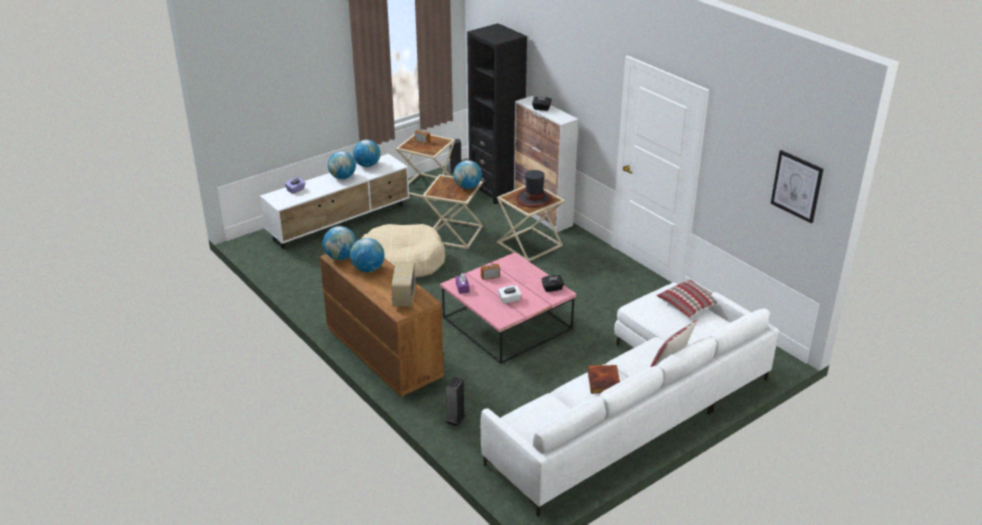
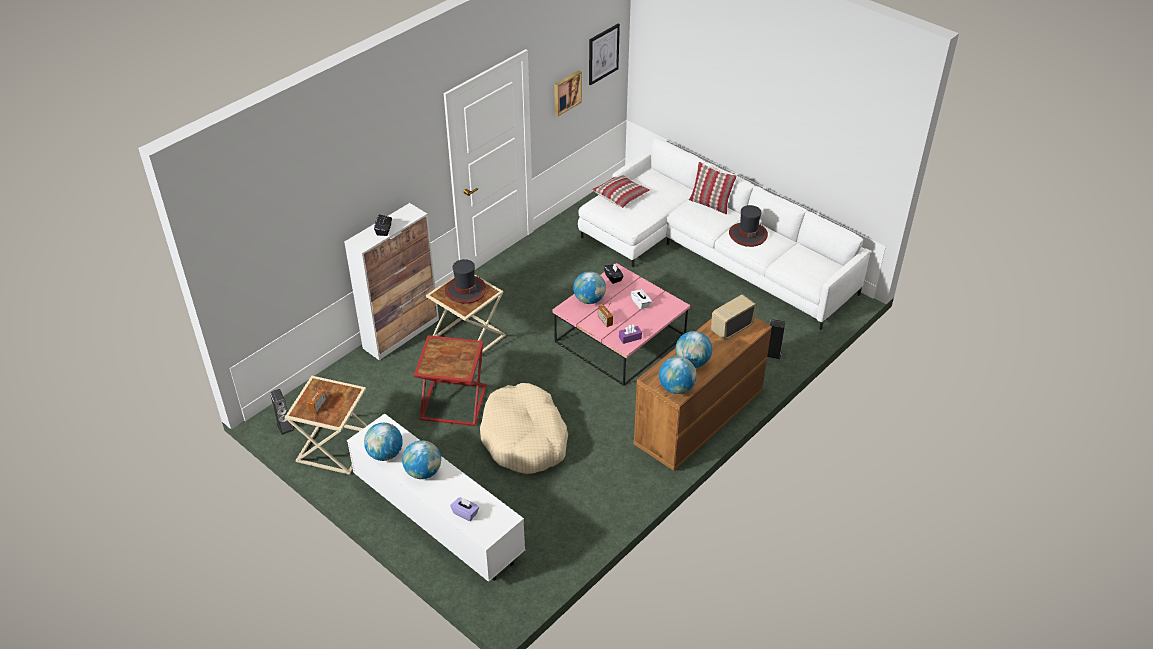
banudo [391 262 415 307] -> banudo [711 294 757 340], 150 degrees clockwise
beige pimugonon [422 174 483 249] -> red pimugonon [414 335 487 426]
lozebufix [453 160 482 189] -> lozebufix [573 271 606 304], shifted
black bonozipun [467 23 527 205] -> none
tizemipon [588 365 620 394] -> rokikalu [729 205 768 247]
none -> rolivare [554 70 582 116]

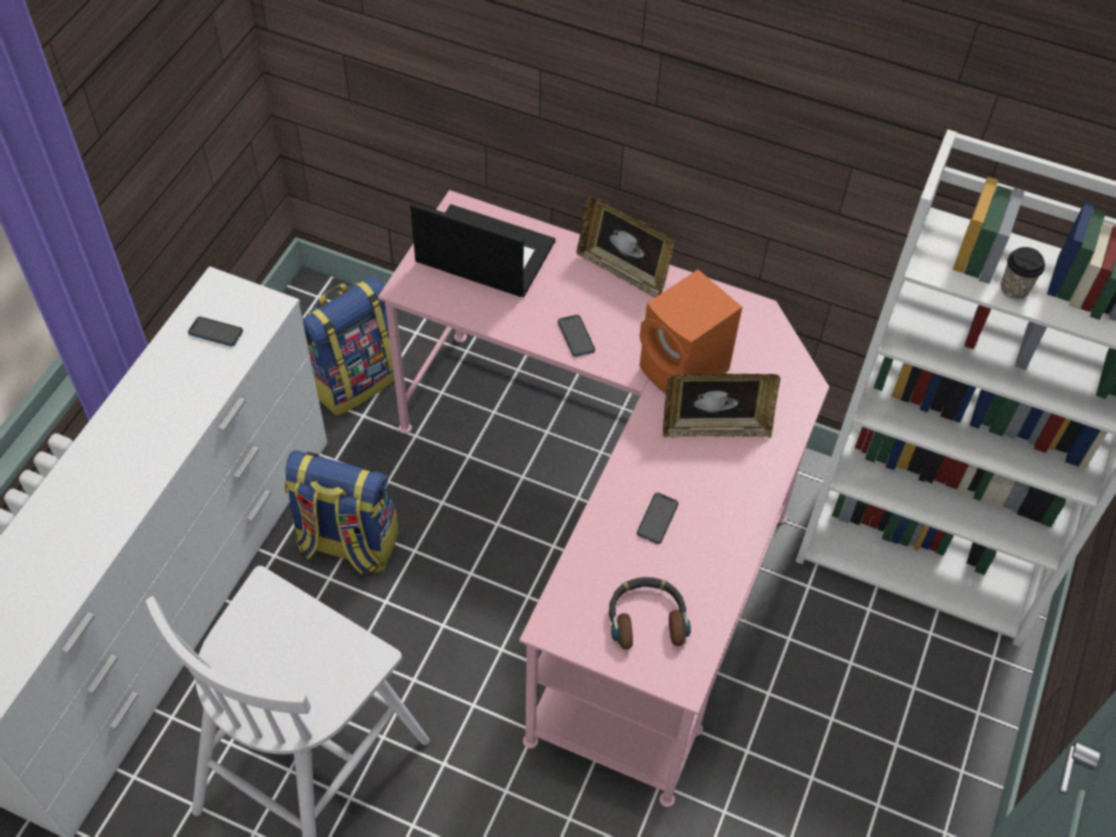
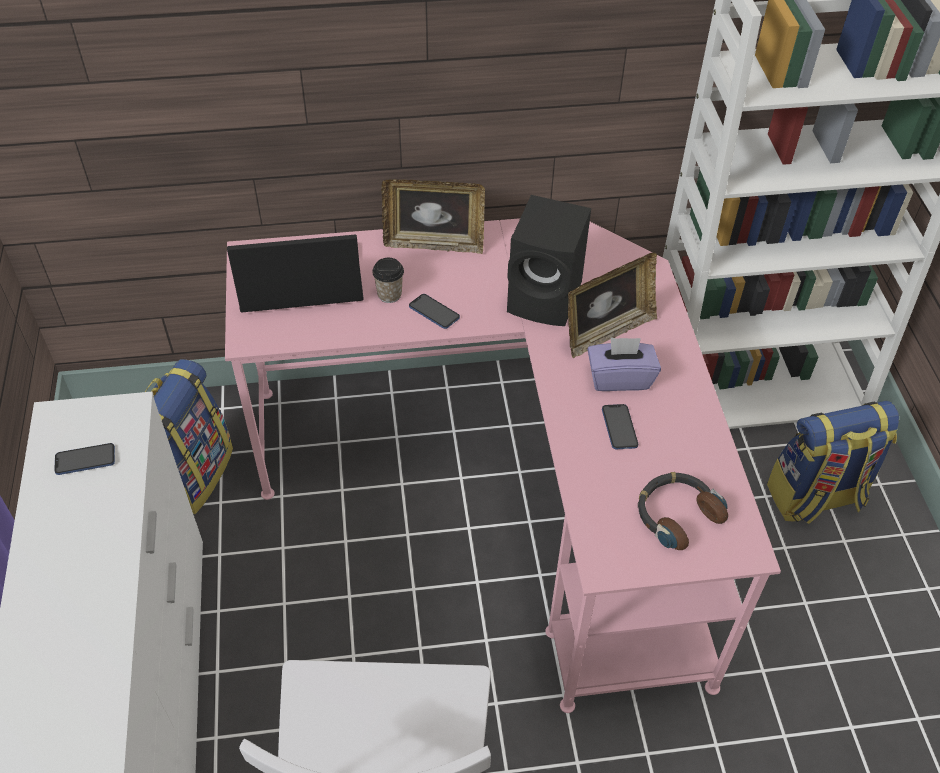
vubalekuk [284 450 398 574] -> vubalekuk [767 401 899 524], shifted
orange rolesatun [639 270 742 394] -> black rolesatun [507 195 591 326]
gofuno [1001 247 1045 300] -> gofuno [372 258 404 303], shifted
none -> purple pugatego [587 337 661 391]

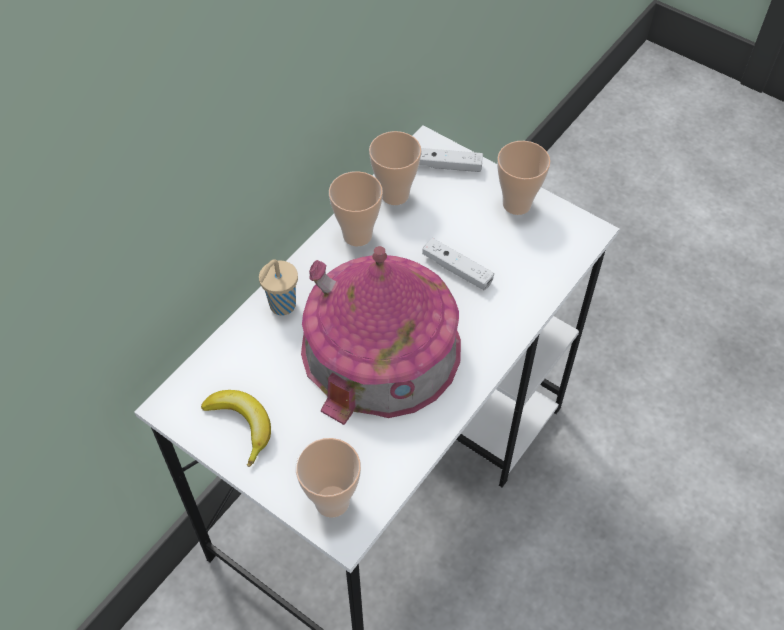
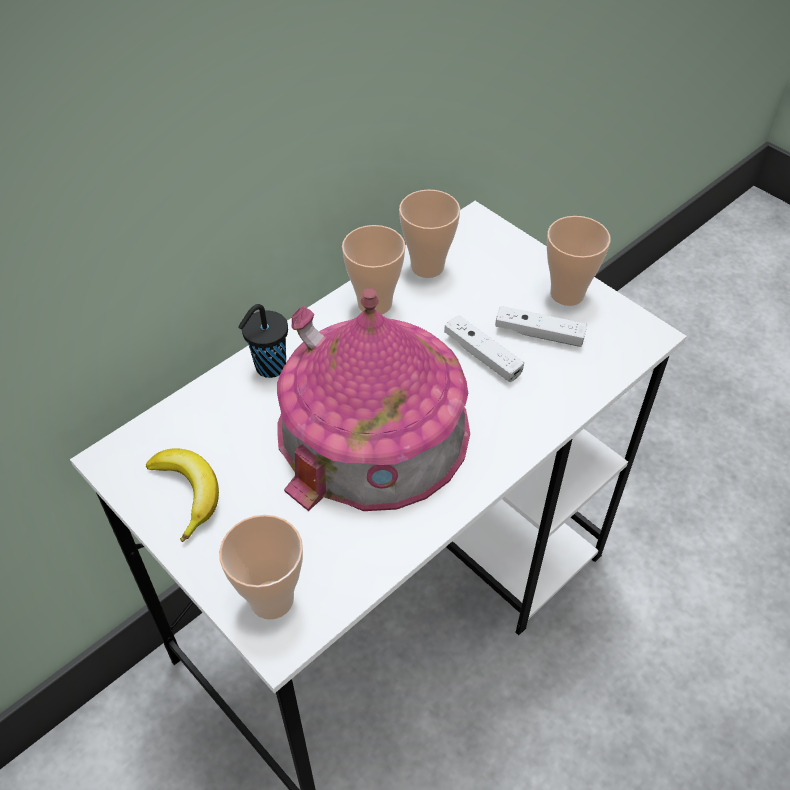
beige gofuno [259 259 298 315] -> black gofuno [238 304 288 378]
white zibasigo [419 148 483 172] -> white zibasigo [495 306 587 347], shifted

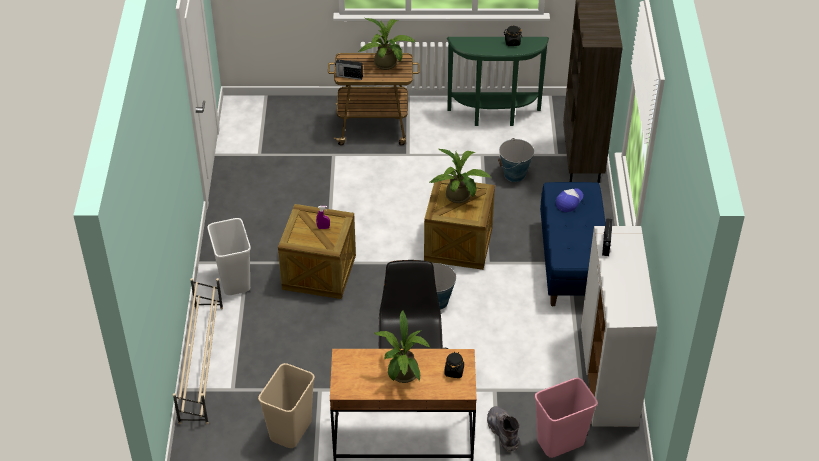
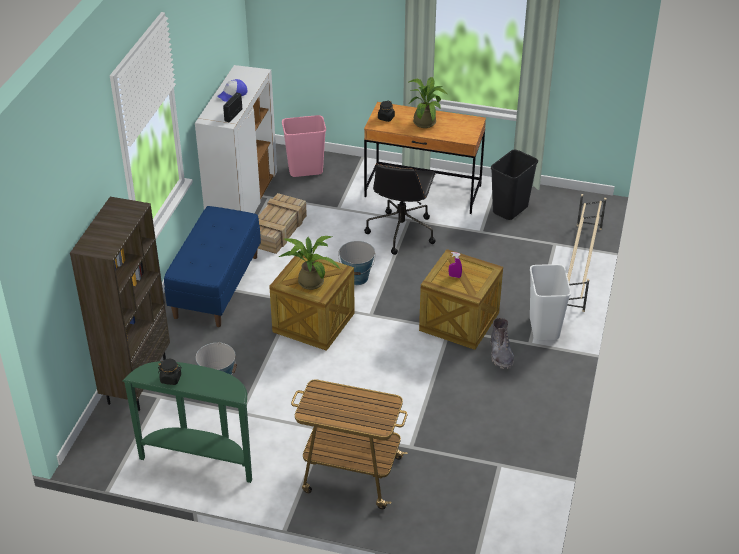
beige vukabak [258 363 315 448] -> black vukabak [491 150 538 220]
banudo [335 59 363 80] -> none
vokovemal [359 18 416 70] -> none
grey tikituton [487 406 519 452] -> grey tikituton [490 318 514 369], shifted
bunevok [556 188 583 212] -> bunevok [217 79 247 102], shifted
none -> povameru [258 193 307 254]

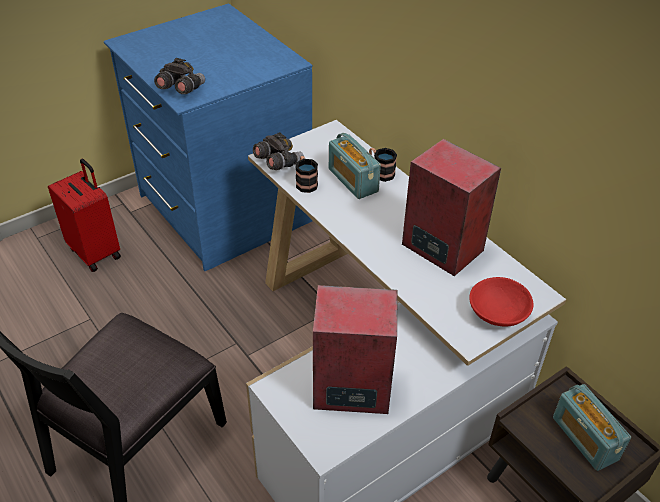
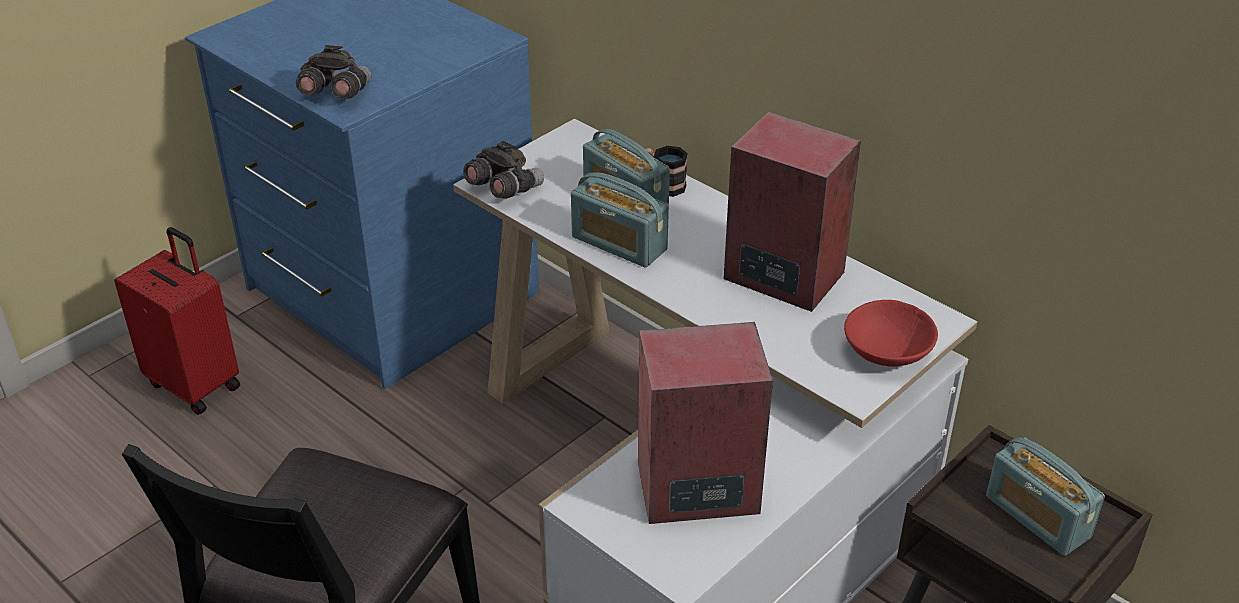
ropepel [295 156 318 193] -> none
none -> banudo [571 173 669 268]

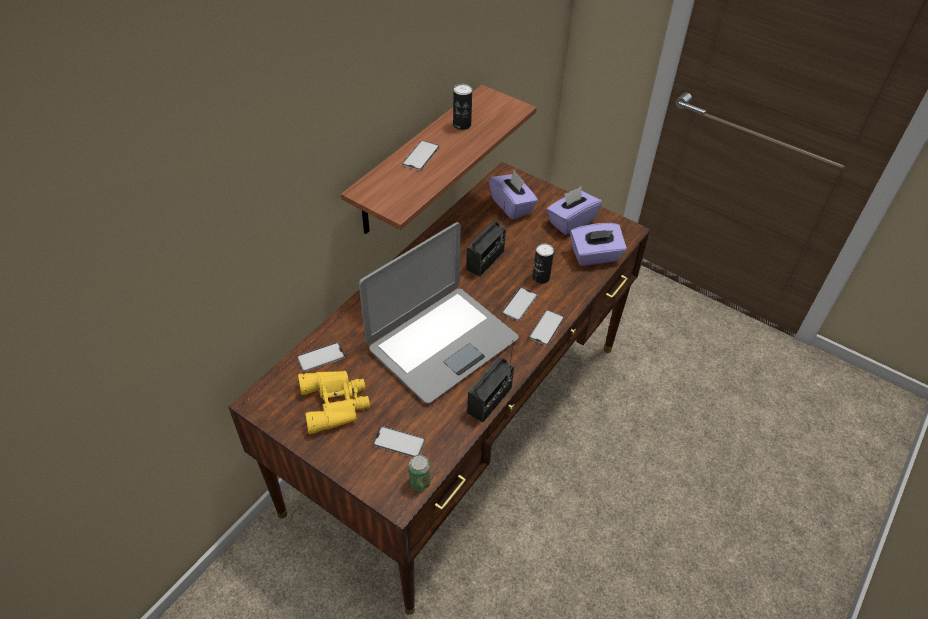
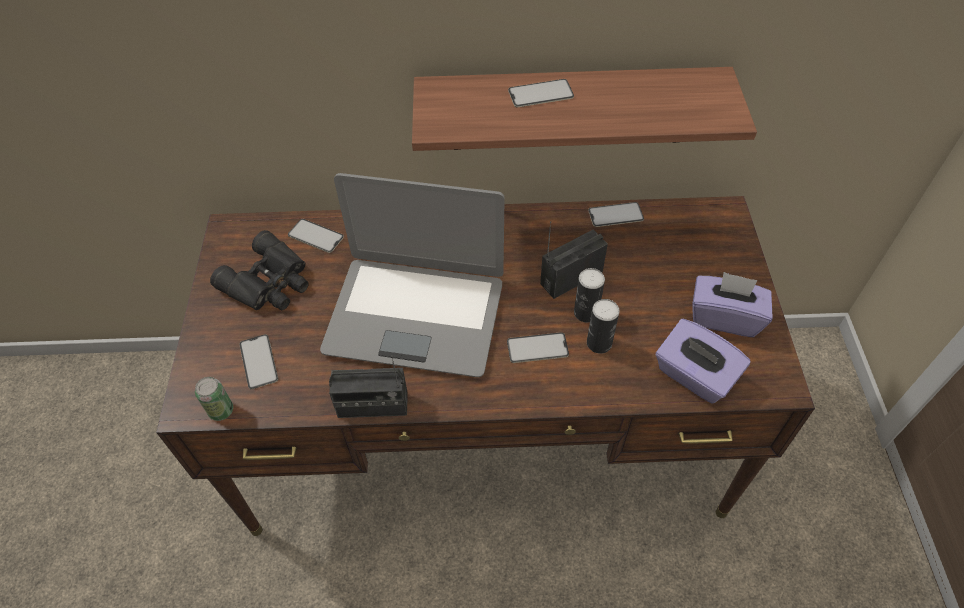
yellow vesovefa [298 371 370 434] -> black vesovefa [210 230 309 310]
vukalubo [453 84 472 130] -> vukalubo [574 268 605 322], shifted
banudo [466 202 506 277] -> banudo [540 221 608 299], 150 degrees clockwise
purple pugatego [489 170 538 220] -> none
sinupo [529 310 564 346] -> sinupo [588 202 644 227], shifted

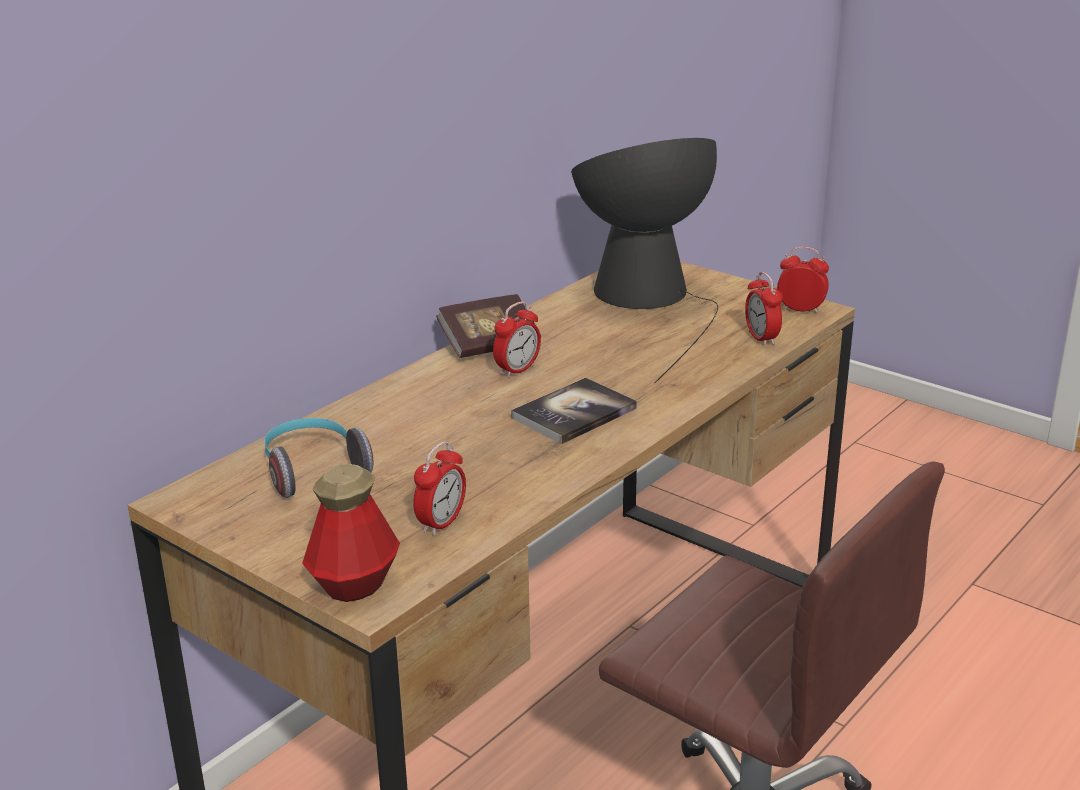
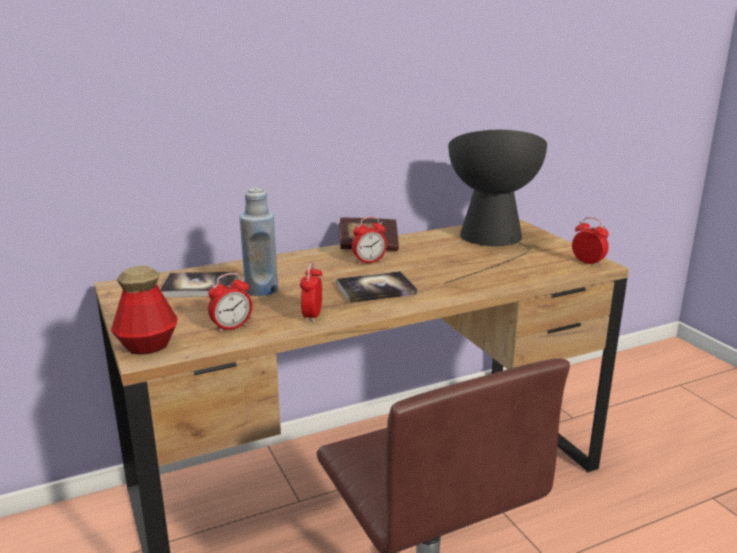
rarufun [264 418 373 498] -> tizemipon [160 272 237 297]
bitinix [745 272 782 346] -> bitinix [300 262 322 322], shifted
none -> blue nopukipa [239 188 278 296]

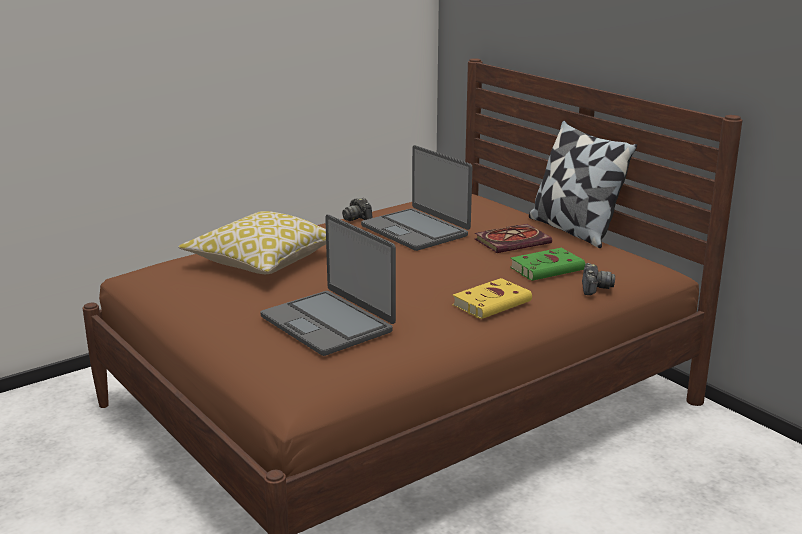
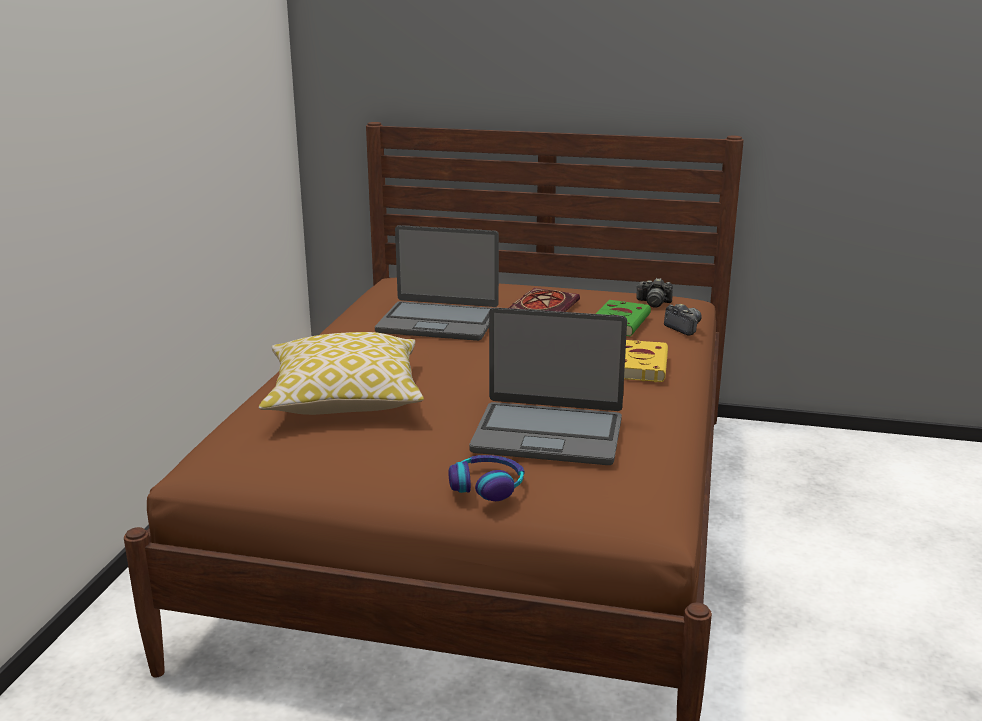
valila [342 198 372 221] -> valila [636 278 673 308], shifted
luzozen [529 121 637 248] -> none
none -> rarufun [449 455 524 501]

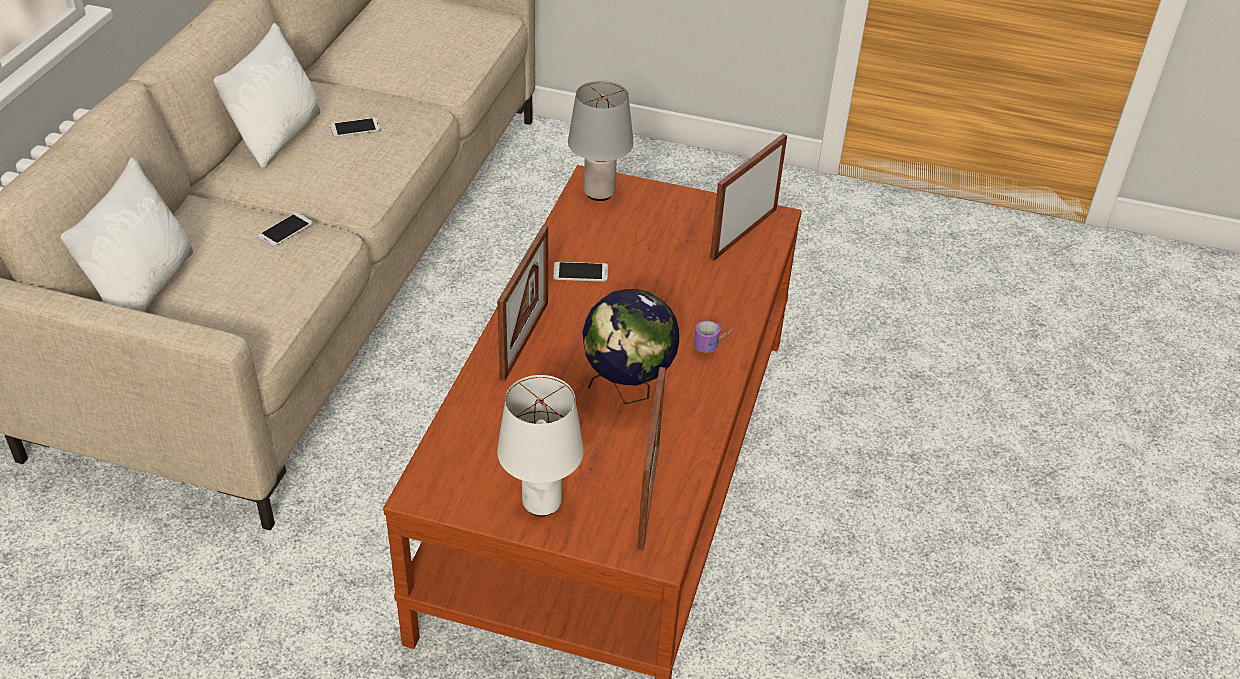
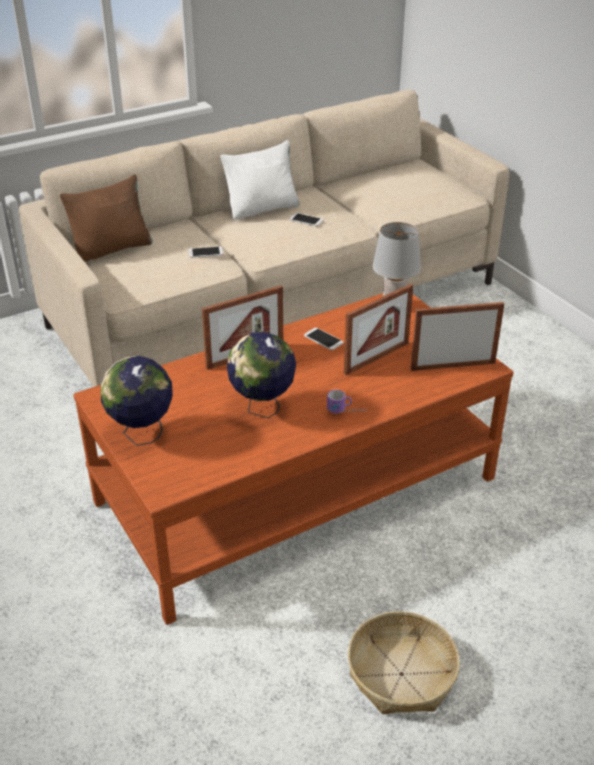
white luzozen [61 157 193 312] -> brown luzozen [60 174 153 262]
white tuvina [497 375 584 516] -> lozebufix [101 356 173 446]
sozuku [637 367 666 550] -> sozuku [344 284 413 375], shifted
none -> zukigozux [348 611 460 714]

